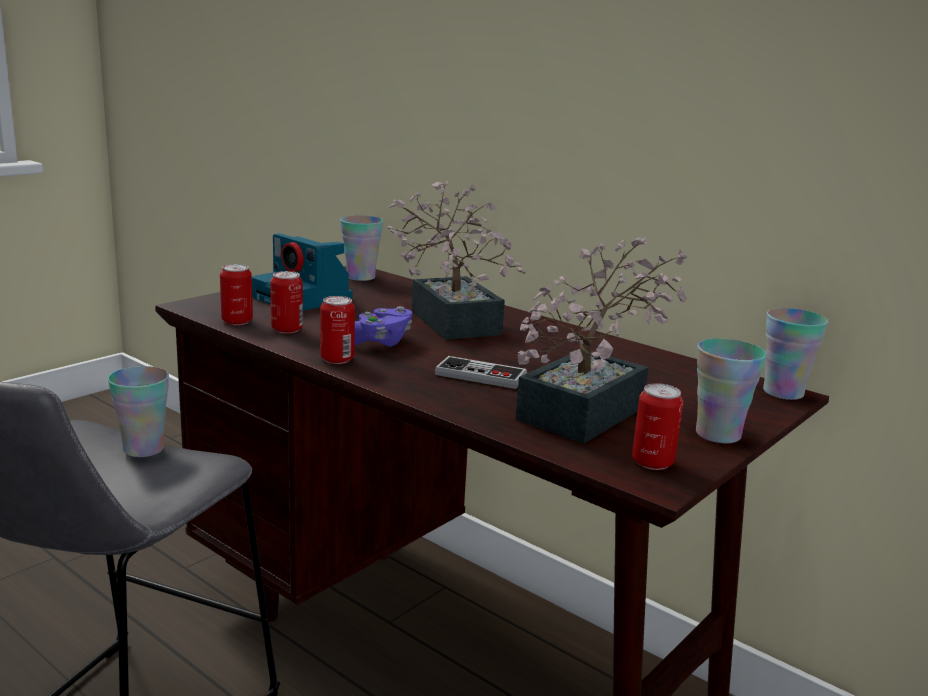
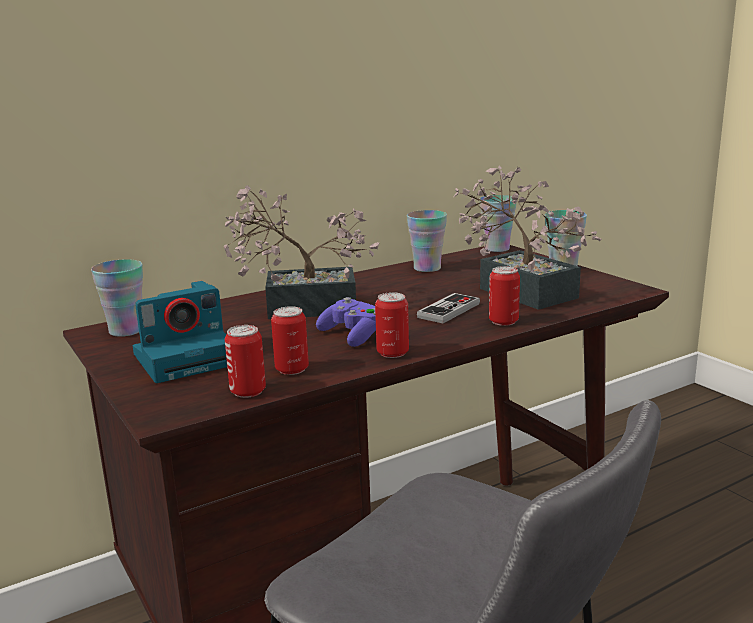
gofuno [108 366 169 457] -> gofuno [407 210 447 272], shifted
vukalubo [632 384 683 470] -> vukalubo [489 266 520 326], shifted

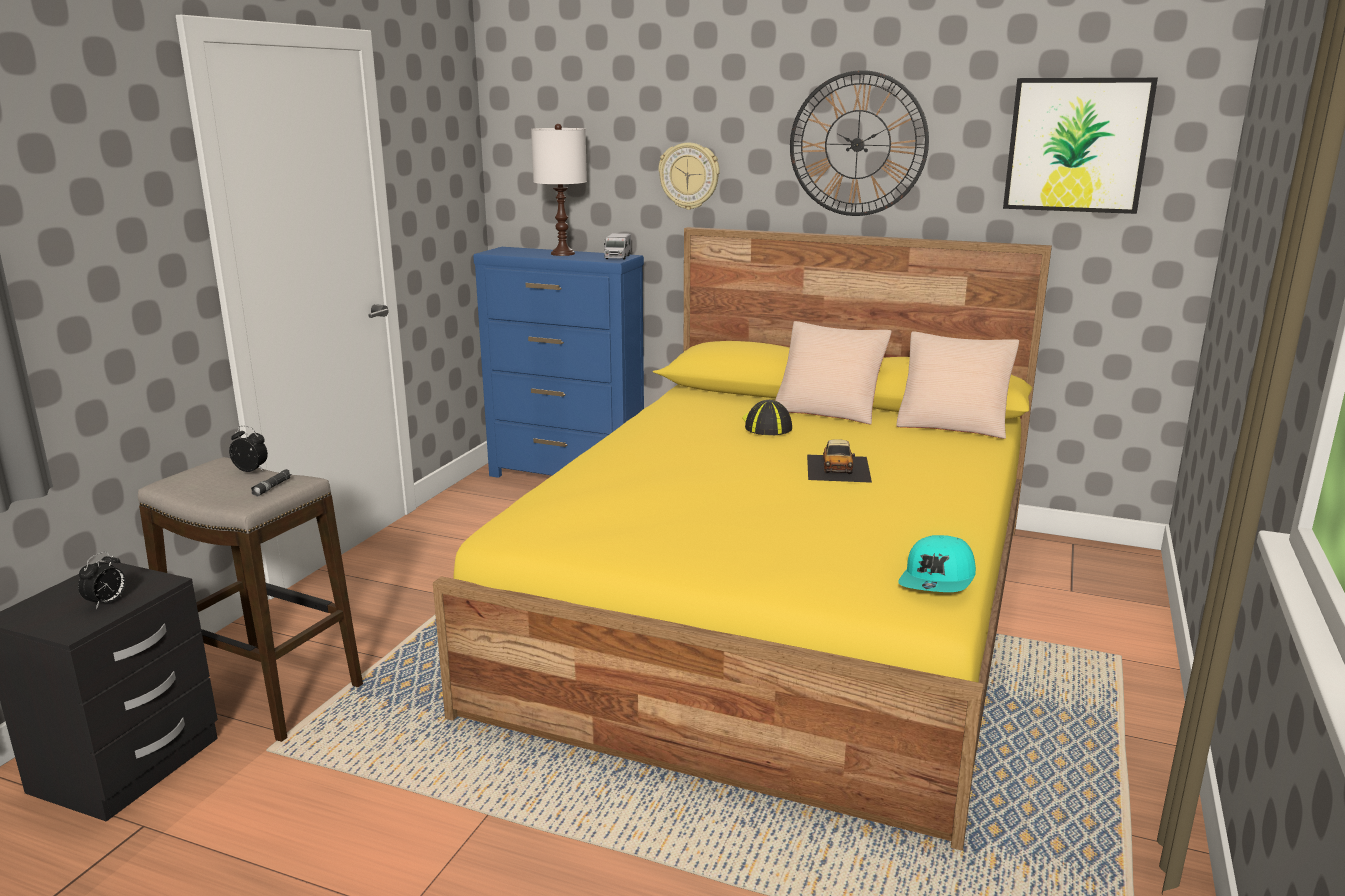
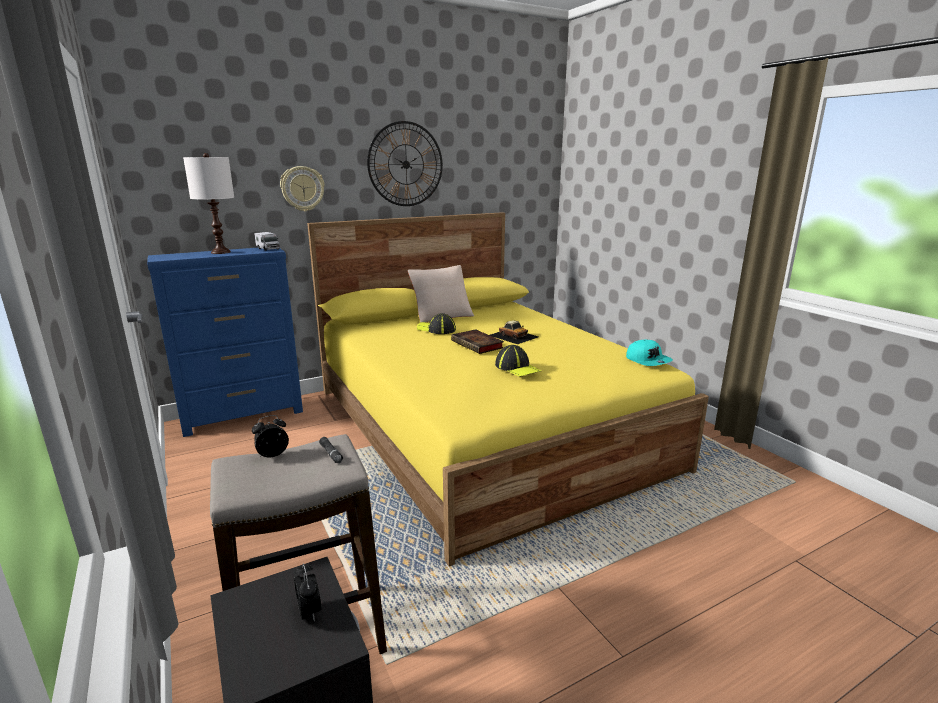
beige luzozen [896 331 1019 439] -> none
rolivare [1003 78 1158 214] -> none
none -> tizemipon [451 329 504 354]
none -> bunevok [495 345 541 377]

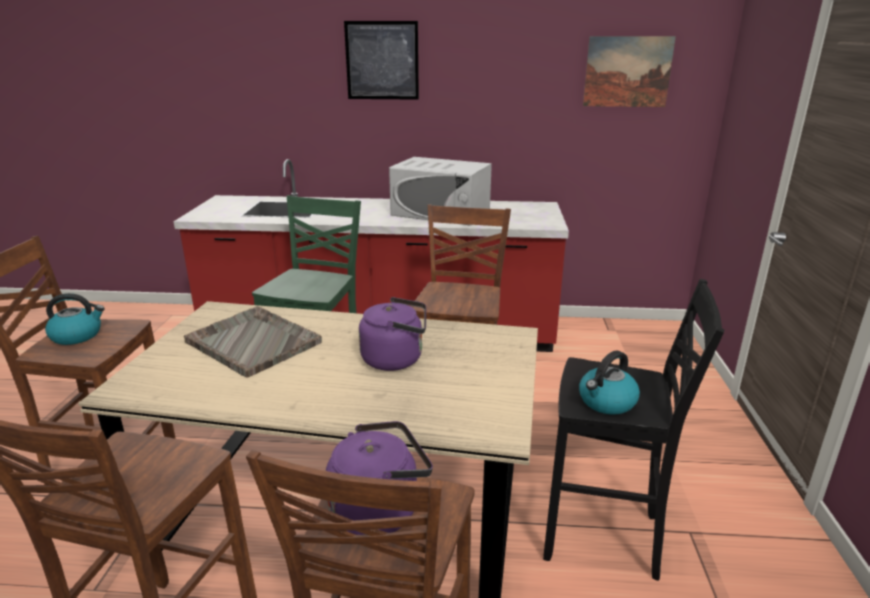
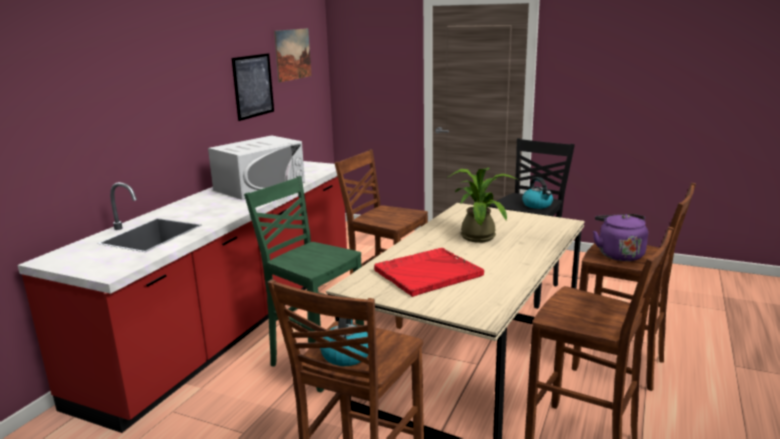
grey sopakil [184 306 322 378] -> red sopakil [374 248 484 297]
rolivare [344 21 419 100] -> rolivare [232 53 274 121], shifted
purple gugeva [359 297 426 371] -> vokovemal [447 168 517 243]

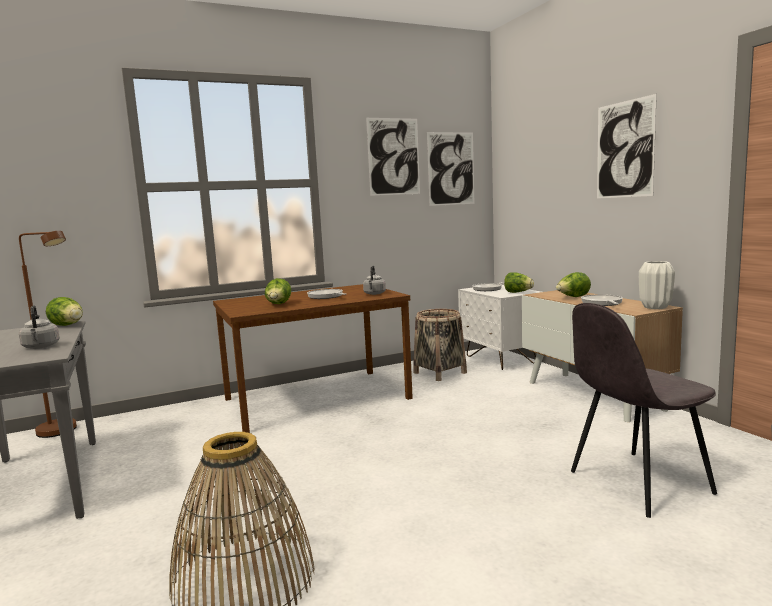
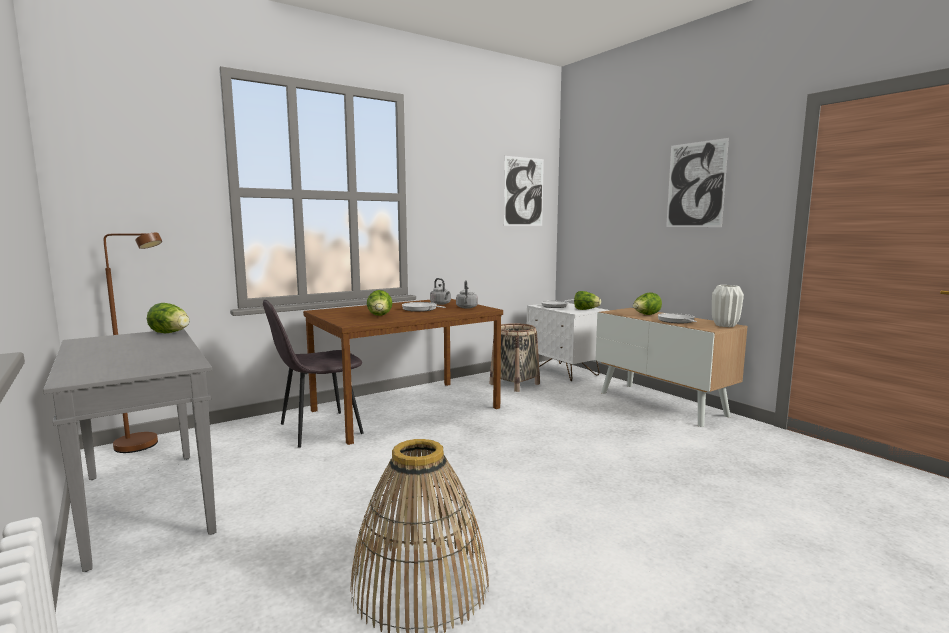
grey gugeva [19 305 60 349] -> grey gugeva [430 278 451 305], shifted
rolivare [366 118 420 196] -> none
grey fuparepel [571 303 717 518] -> grey fuparepel [263 300 364 448], shifted

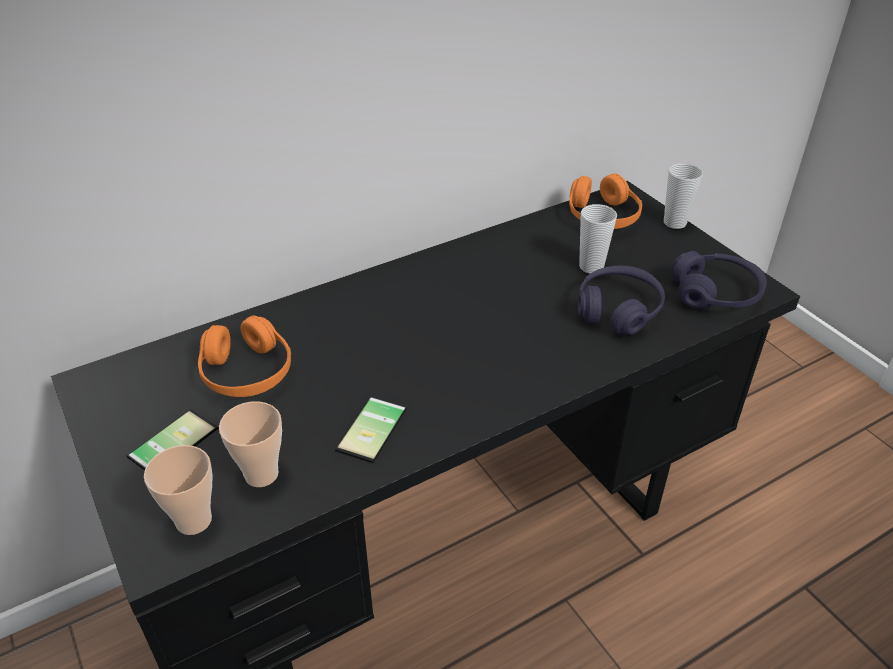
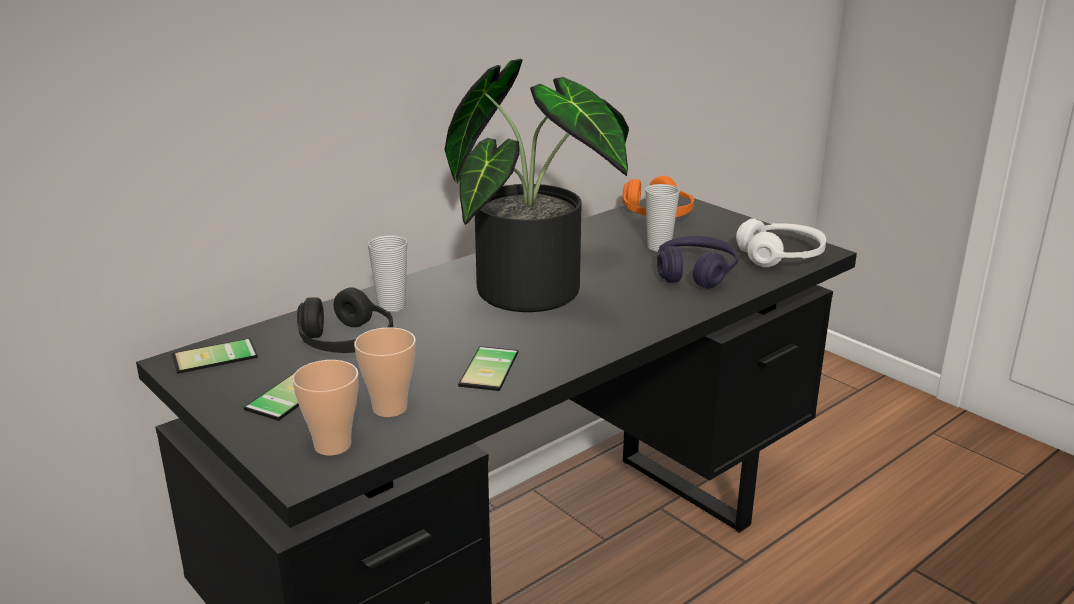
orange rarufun [198 315 291 397] -> black rarufun [297 287 393 353]
gofuno [664 163 703 229] -> gofuno [368 235 407 313], shifted
purple rarufun [671 251 767 309] -> white rarufun [736 218 826 267]
none -> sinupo [172 338 258 374]
none -> vokovemal [444 59 629 312]

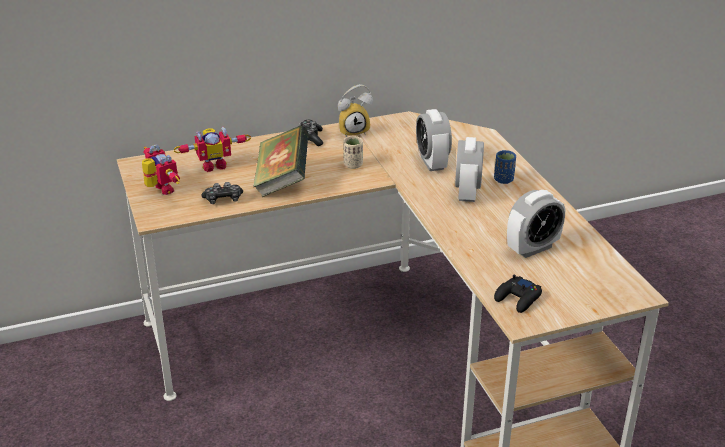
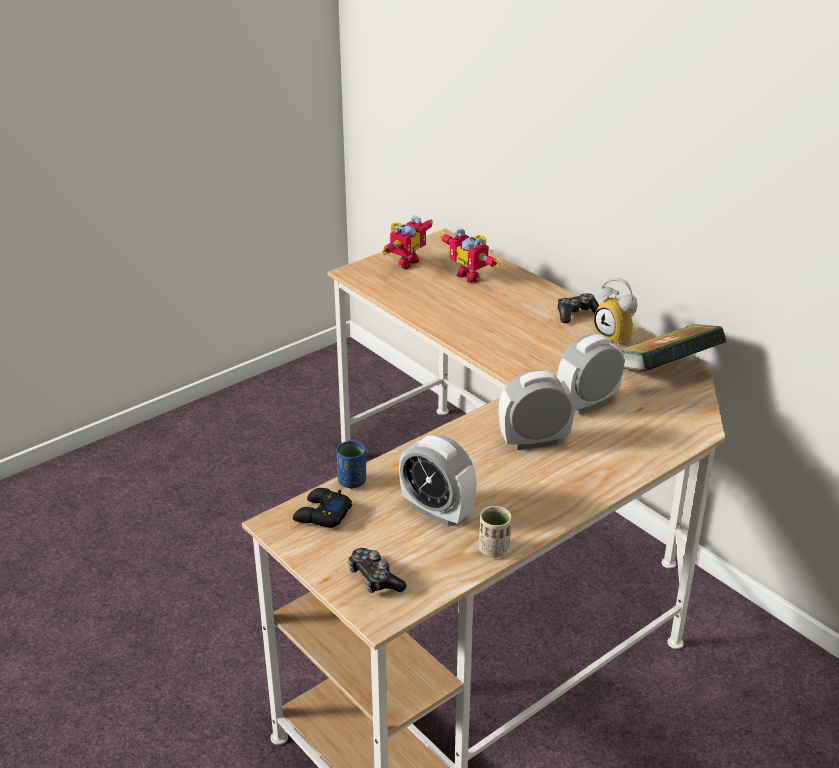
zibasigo [201 182 243 204] -> zibasigo [348 548 407 593], shifted
tizemipon [253 125 309 197] -> tizemipon [621 324 726 371], shifted
beige gofuno [343 136 363 169] -> beige gofuno [479 506 512 558], shifted
blue gofuno [494 150 516 184] -> blue gofuno [337 440 366 488], shifted

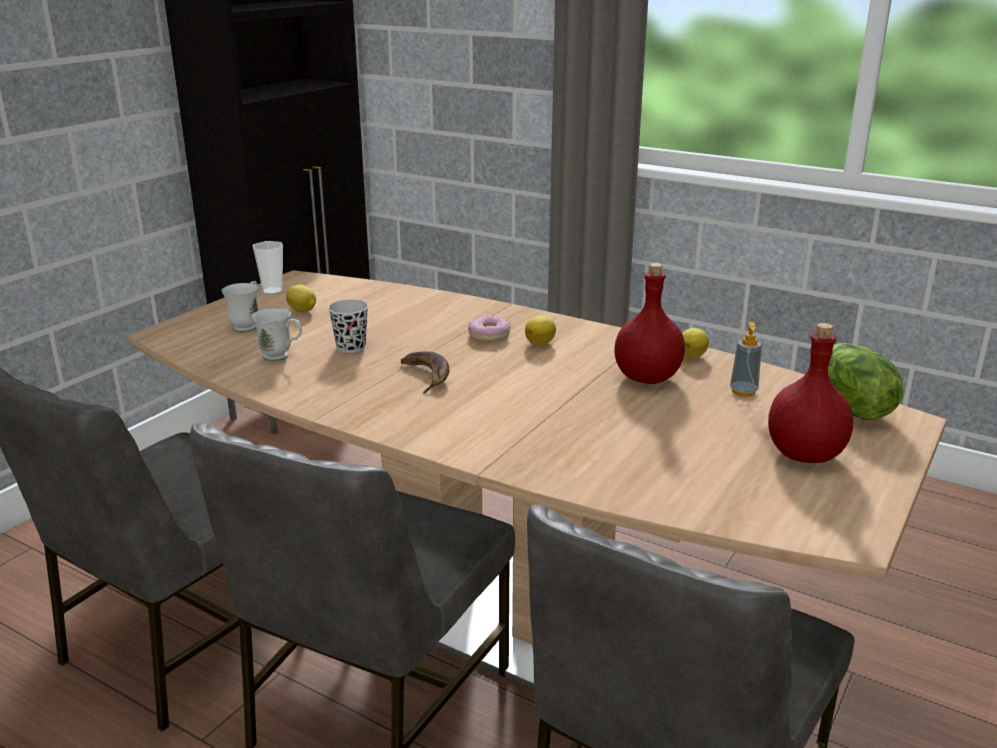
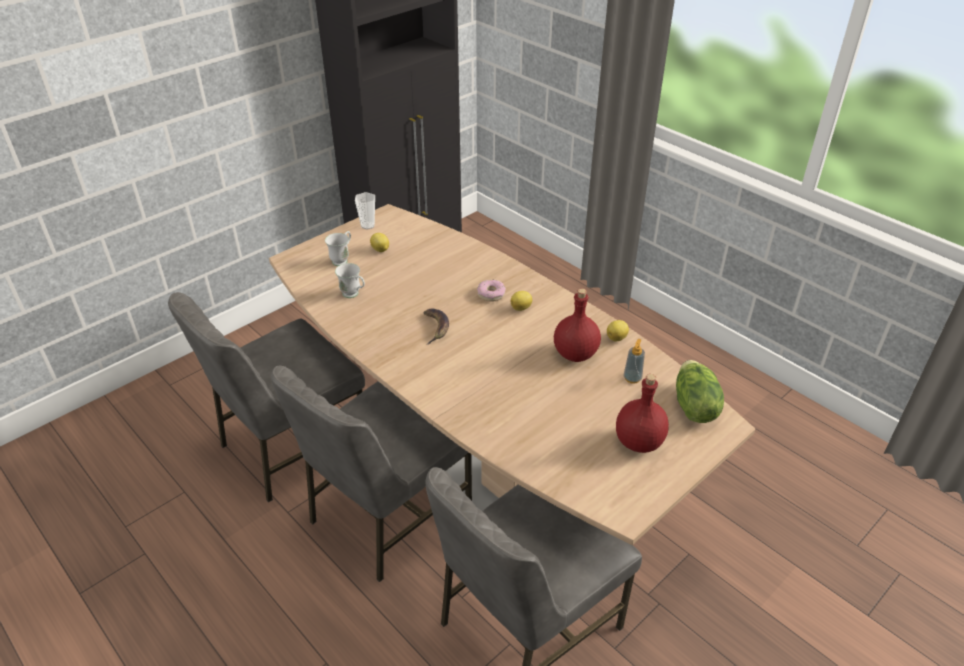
black gofuno [328 299 369 353] -> none

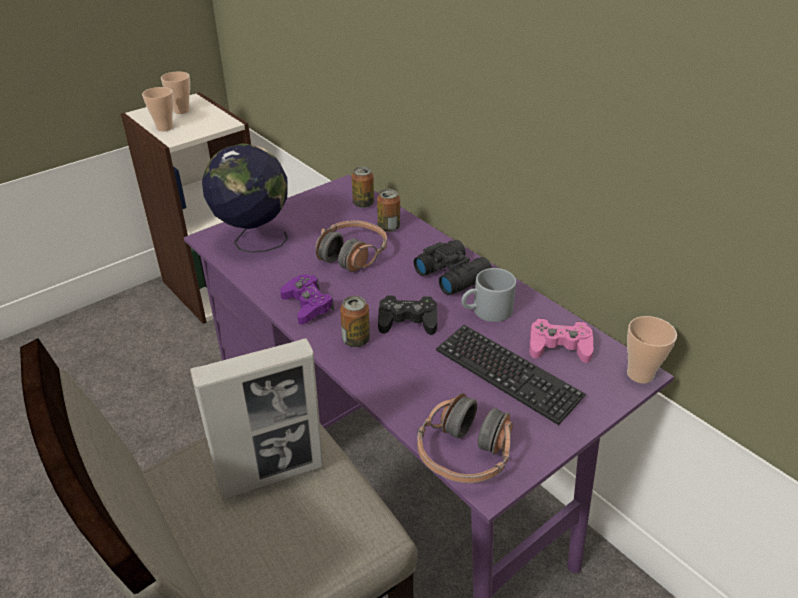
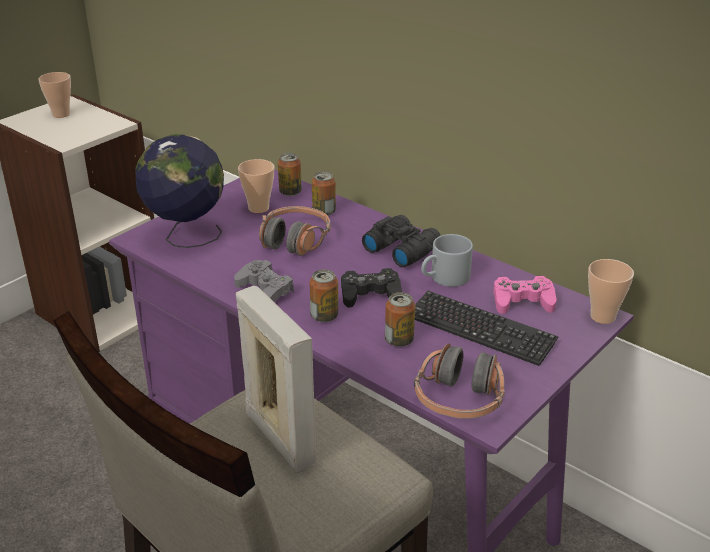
gofuno [142 87 173 131] -> gofuno [238 159 274 213], shifted
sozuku [190 338 323 499] -> sozuku [236 286 316 473], 90 degrees counterclockwise
purple zibasigo [280 274 334 325] -> grey zibasigo [234 260 294 302]
none -> vukalubo [385 292 415 347]

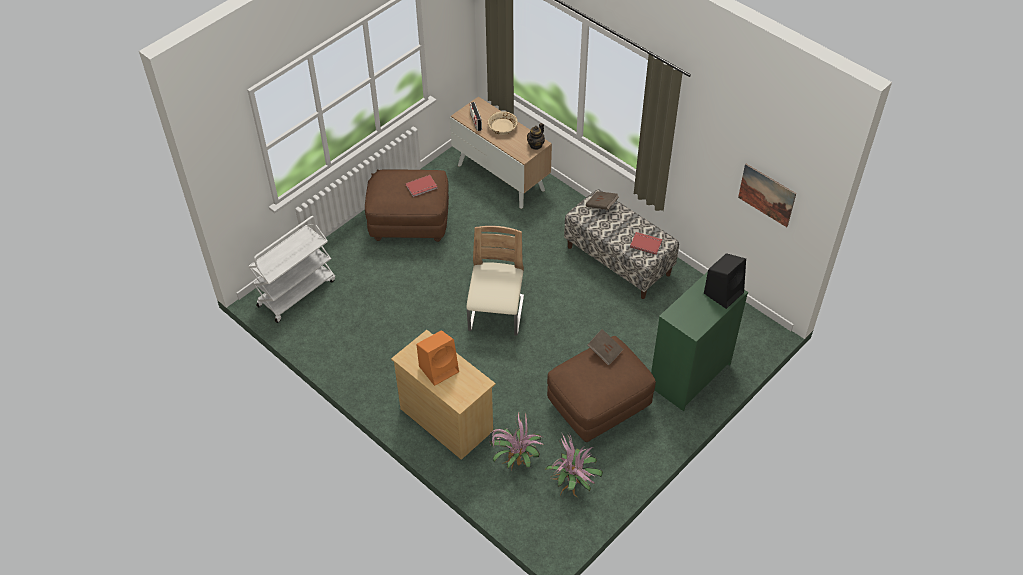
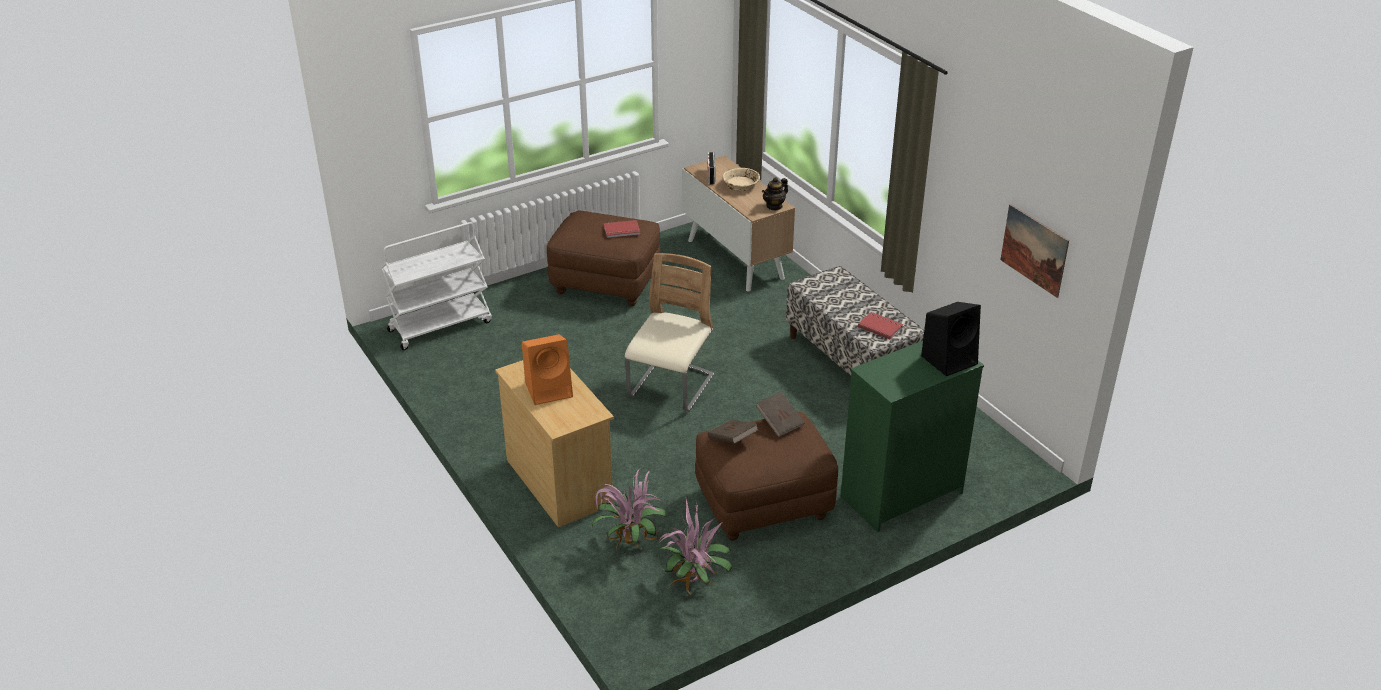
brown tizemipon [586 191 619 210] -> brown tizemipon [708 419 758 444], shifted

